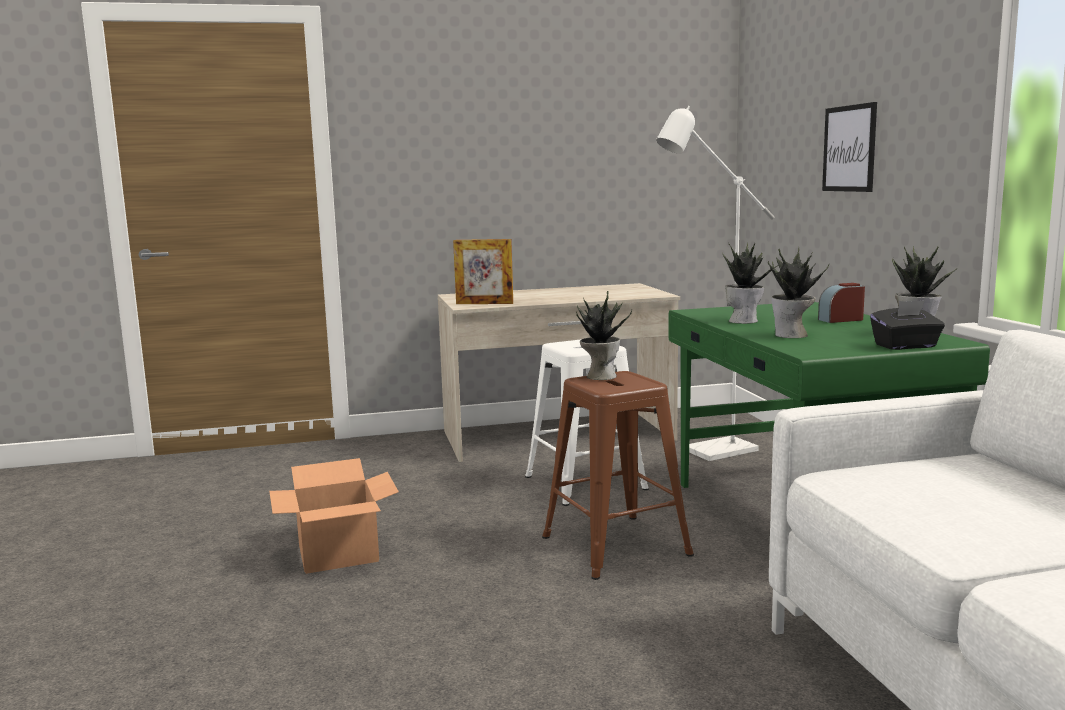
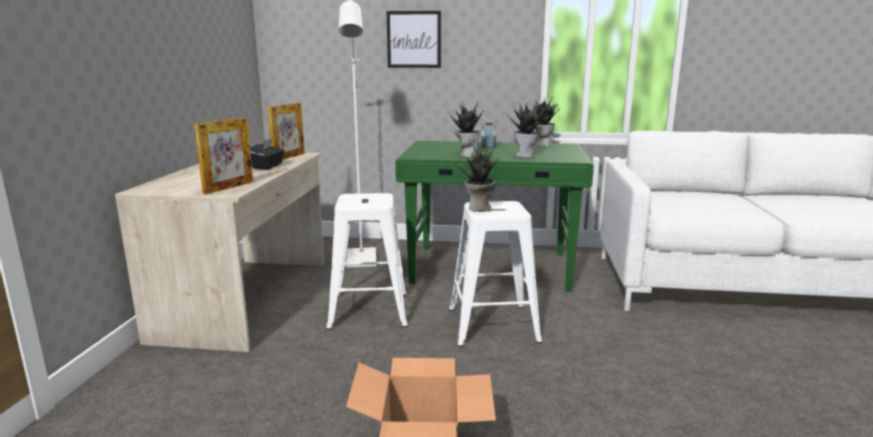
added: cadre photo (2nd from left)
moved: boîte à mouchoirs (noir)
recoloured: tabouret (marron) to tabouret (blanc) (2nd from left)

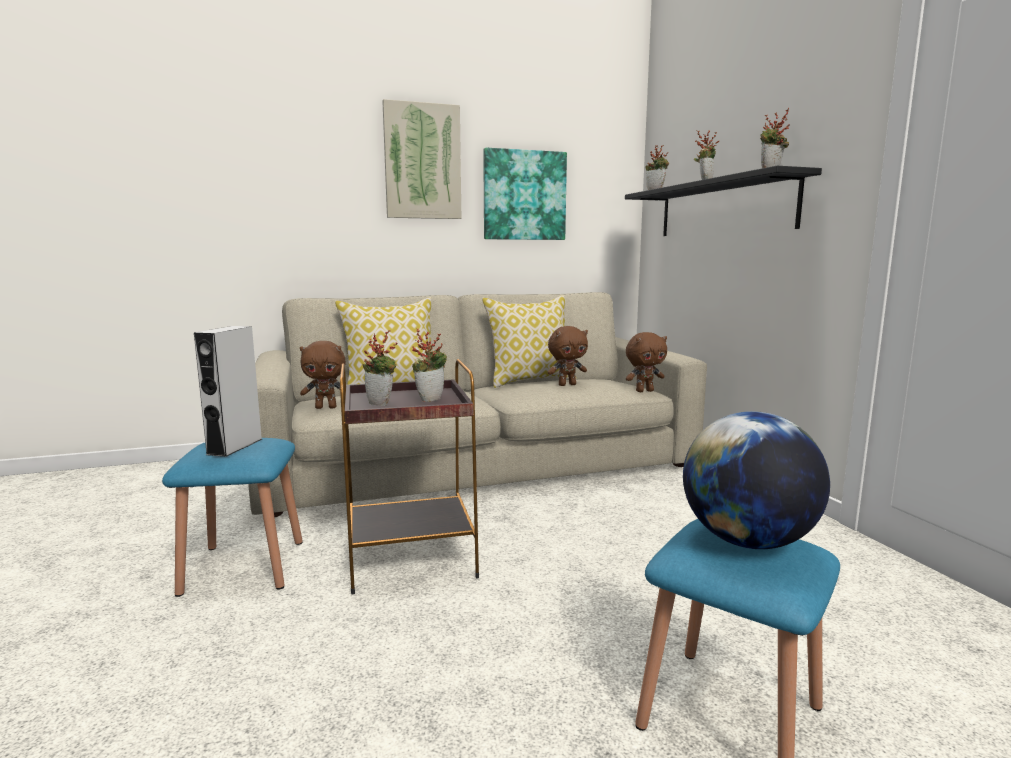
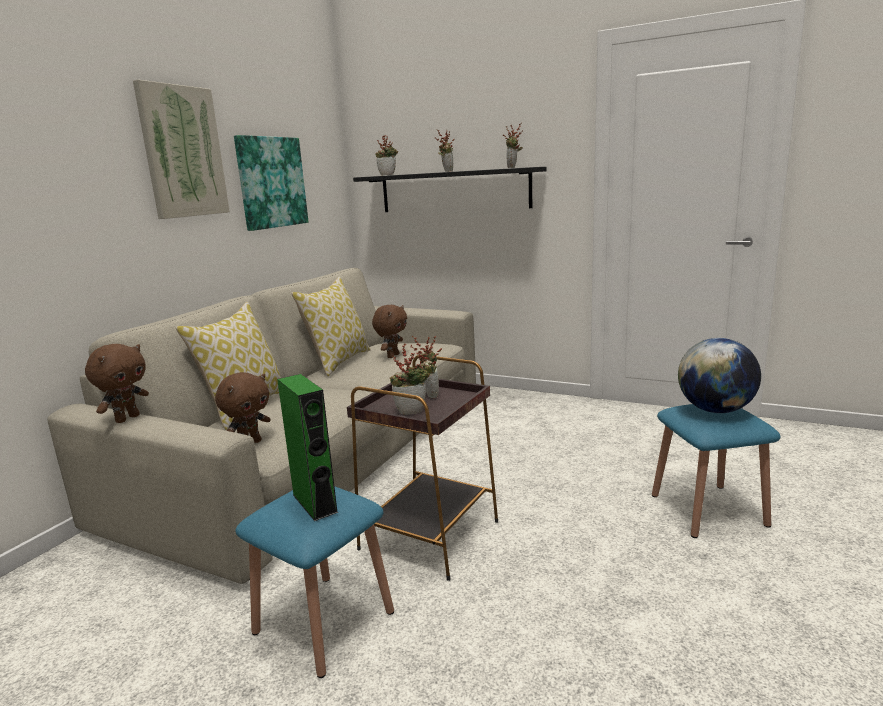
moved: peluche (marron) (3rd from left in the first image) to peluche (marron) (1st from left)
recoloured: enceinte (gris) to enceinte (vert)

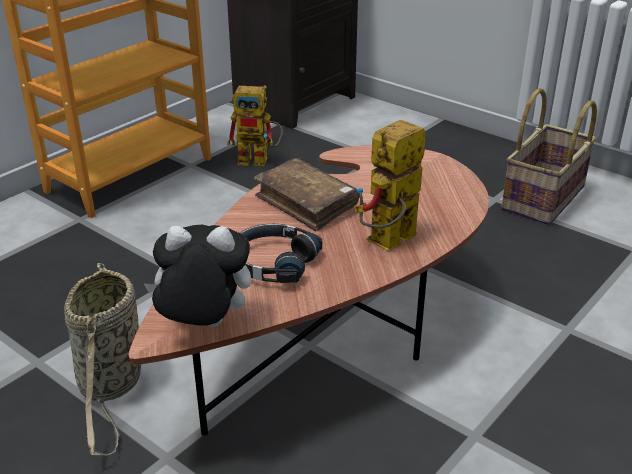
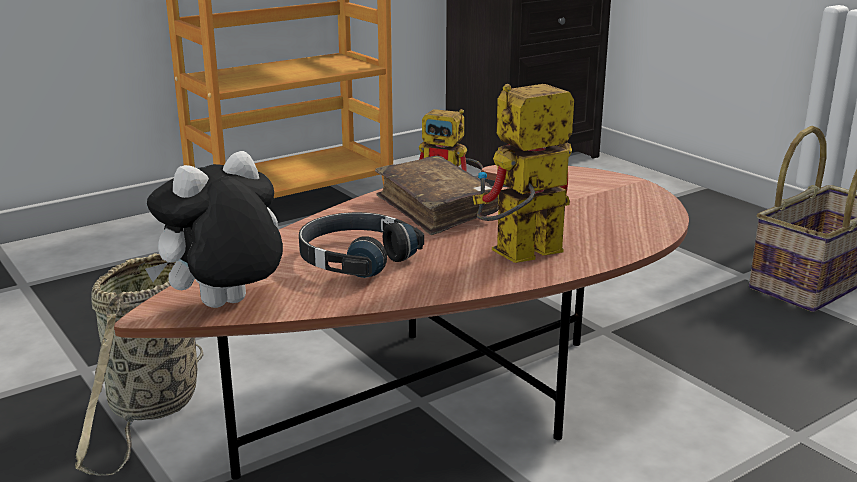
turned: peluche 60 degrees counterclockwise

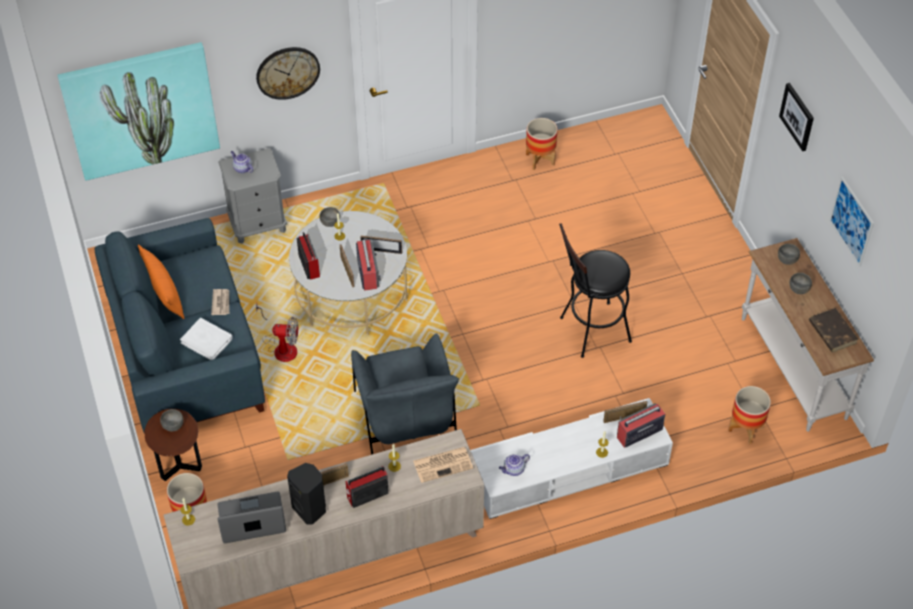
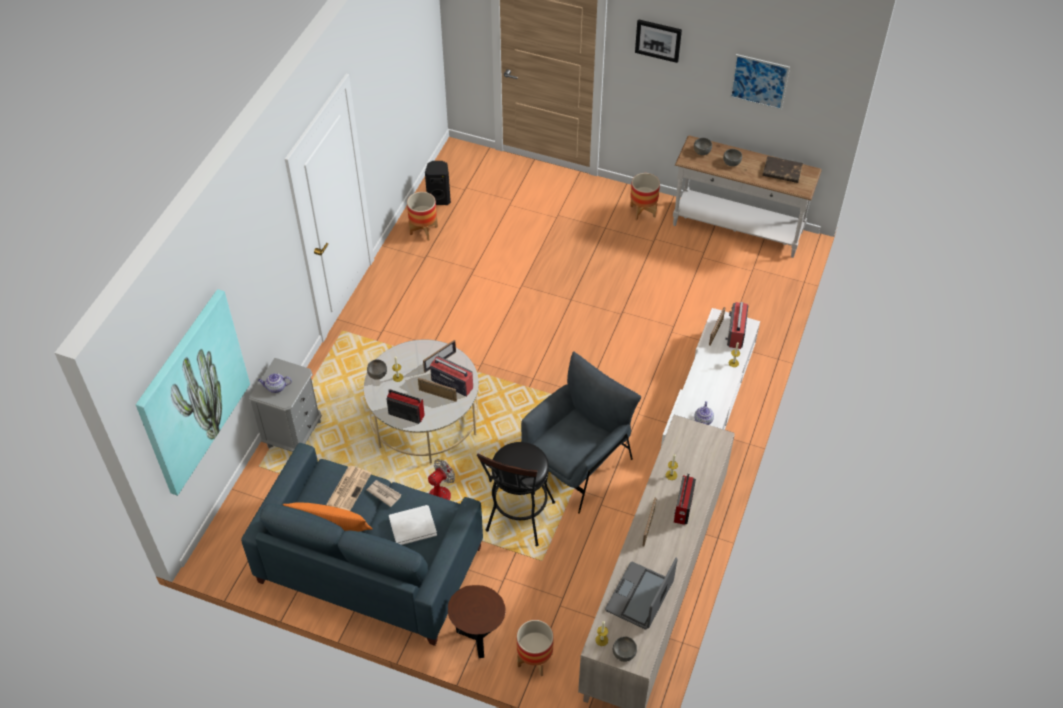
removed: horloge murale
moved: journal (2nd from left in the first image) to journal (1st from left); enceinte (noir); tabouret (noir); bol (gris) (1st from left in the first image) to bol (gris) (2nd from left); cache-pot (3rd from left)
turned: fauteuil (gris) 75 degrees counterclockwise

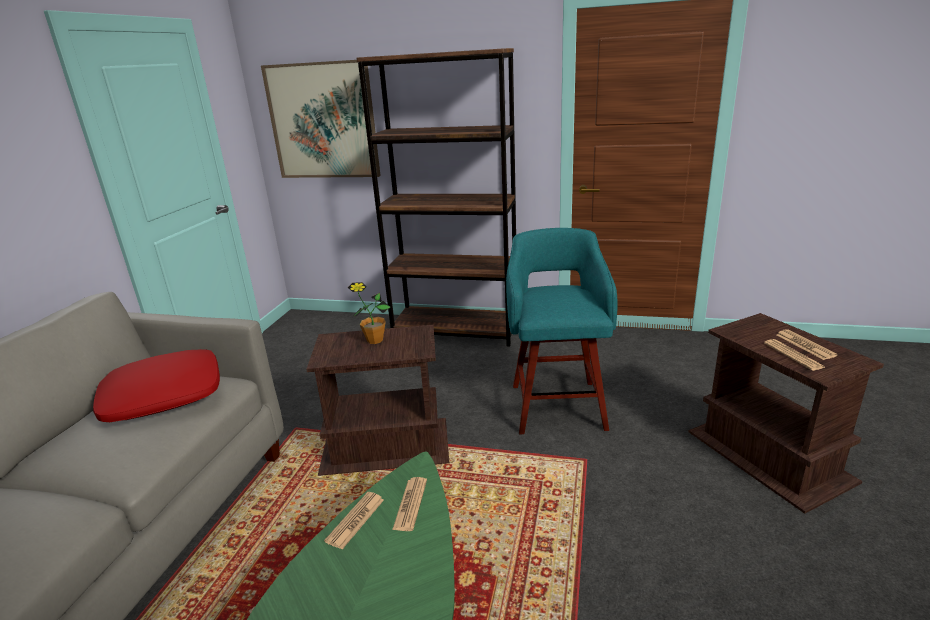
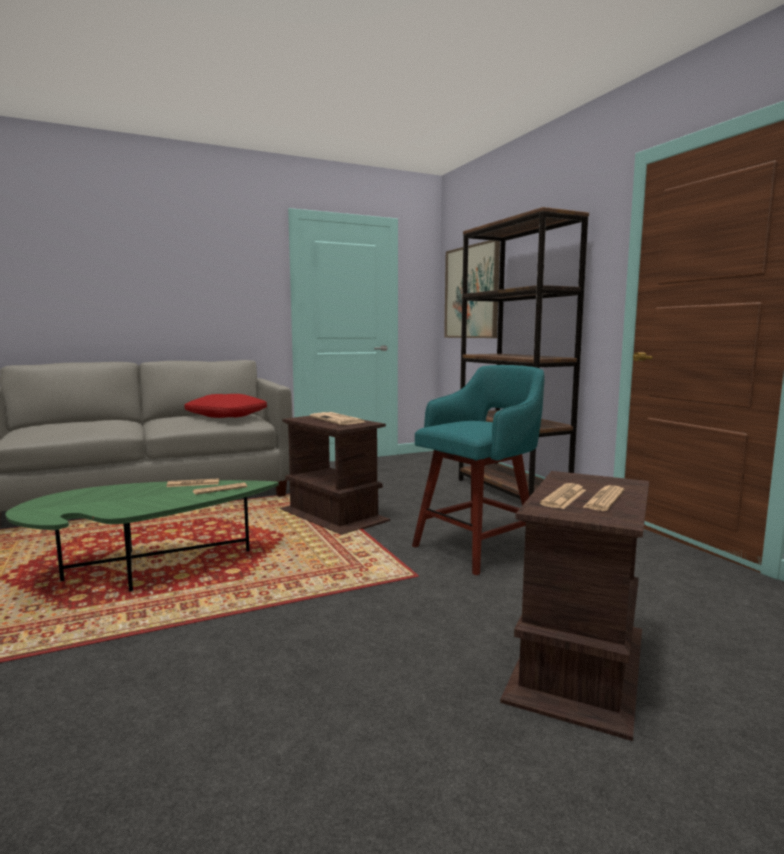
replaced: plante en pot to journal (3rd from left)

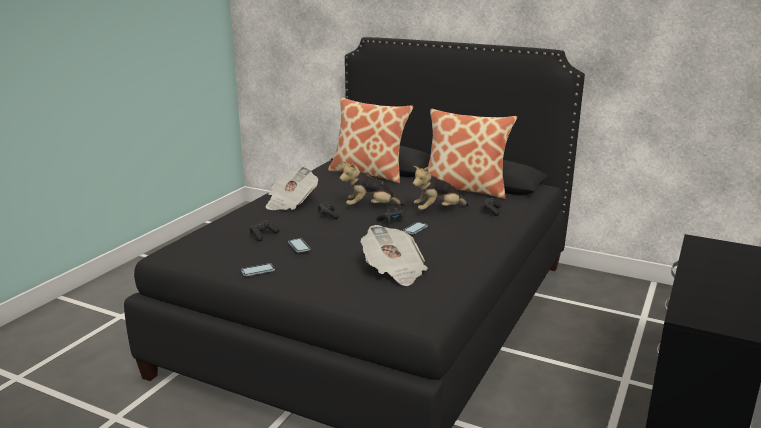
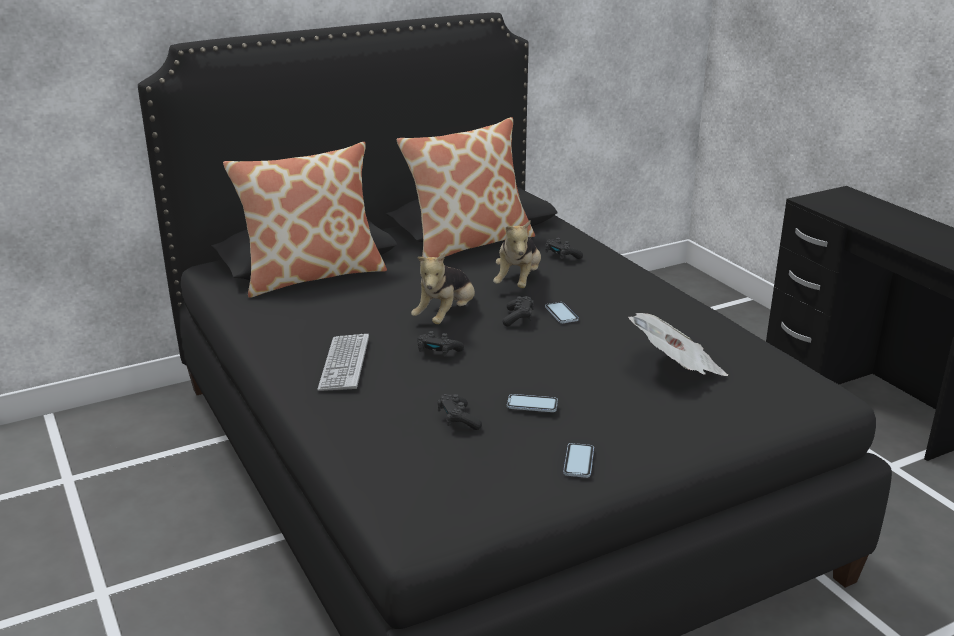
replaced: journal (1st from left) to clavier

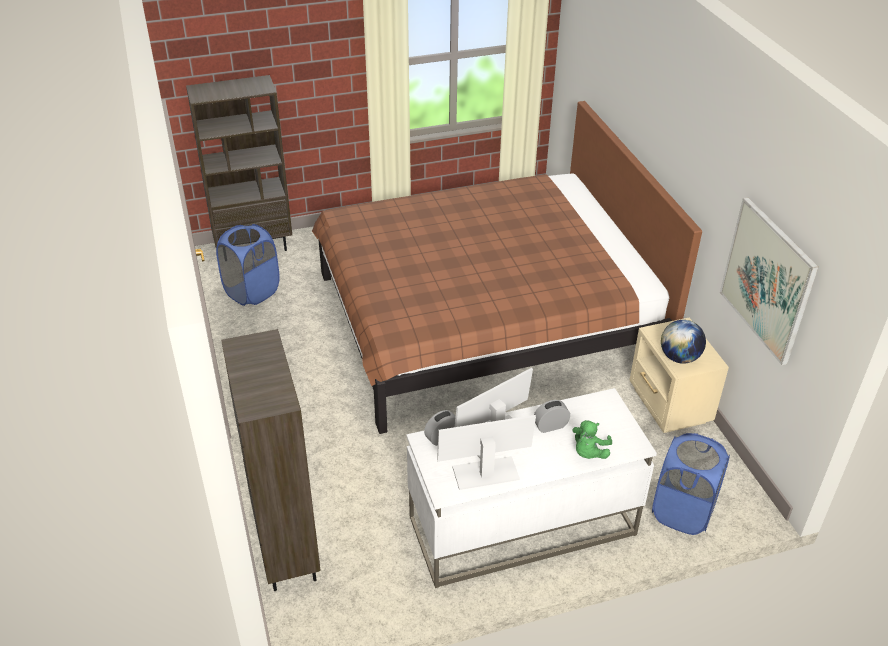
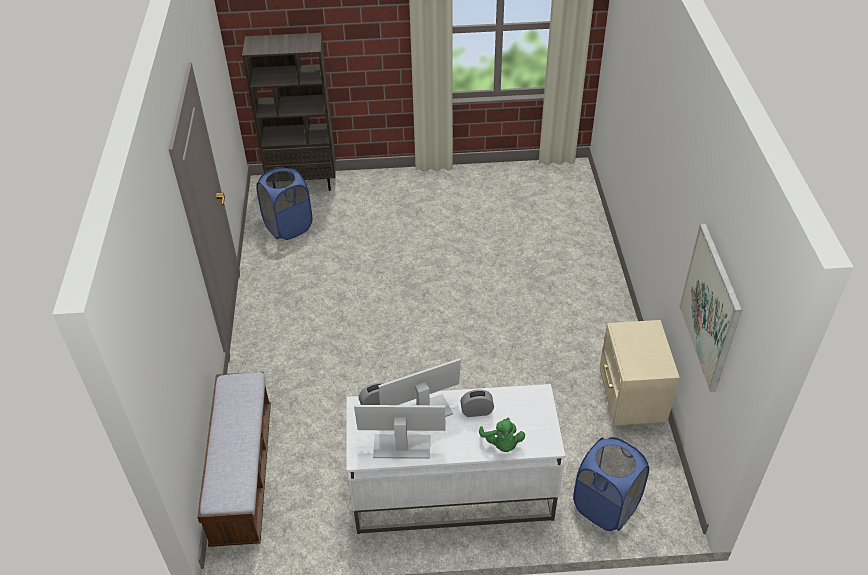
removed: lit (marron); globe
replaced: bibliothèque (marron) (2nd from left) to banc
turned: peluche (vert) 60 degrees counterclockwise

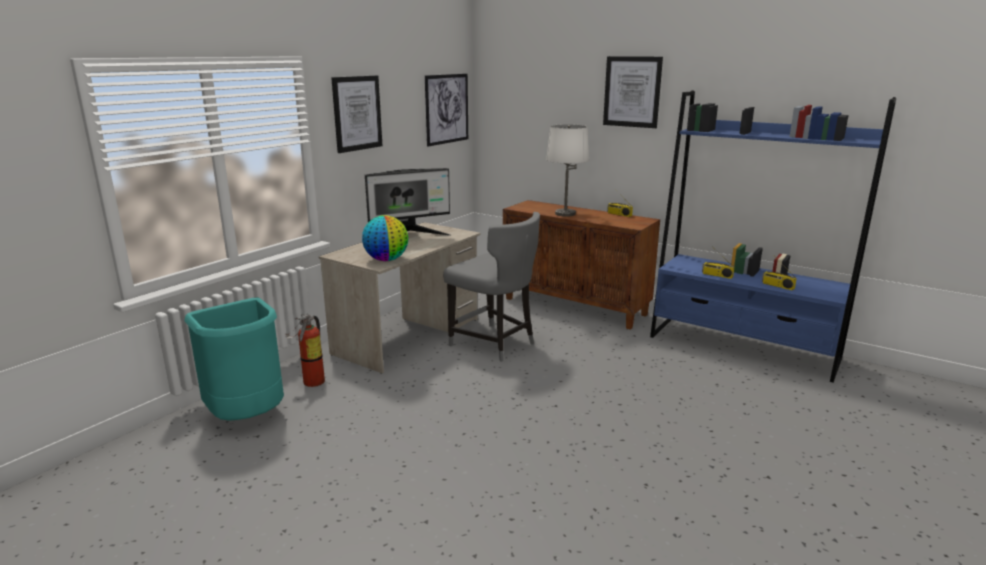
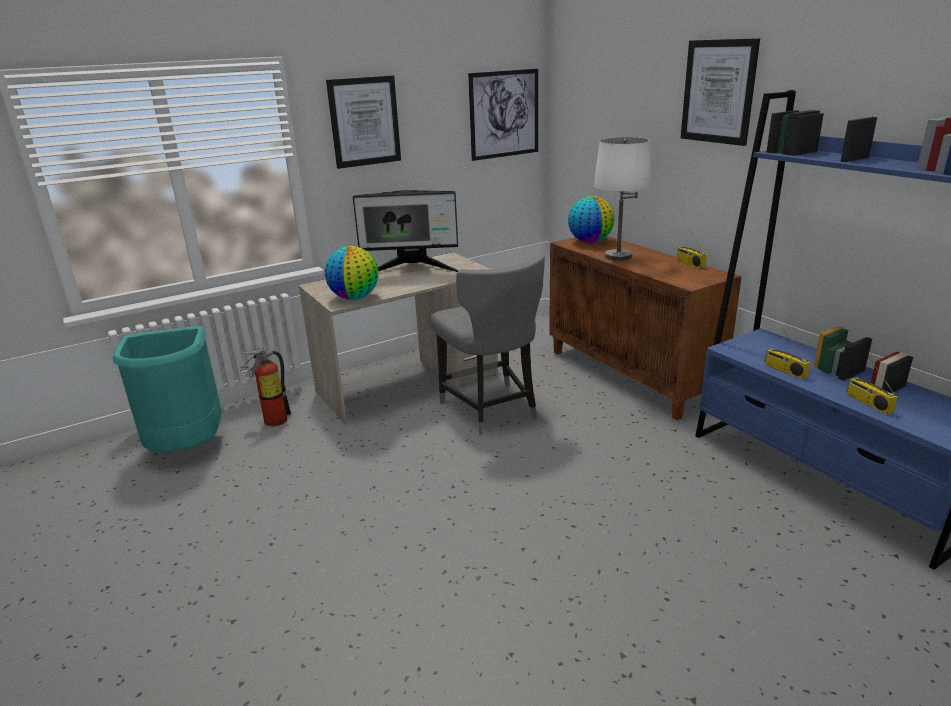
added: globe (2nd from left)

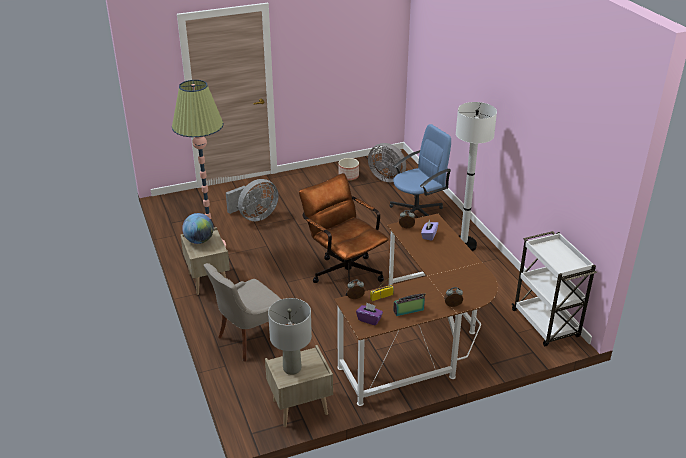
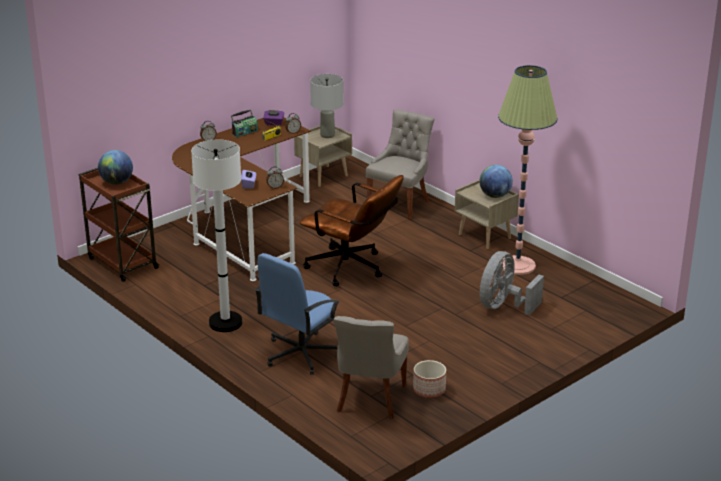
added: globe (1st from left)
replaced: ventilateur (gris) (2nd from left) to chaise (gris) (1st from left)
recoloured: chariot (blanc) to chariot (marron)

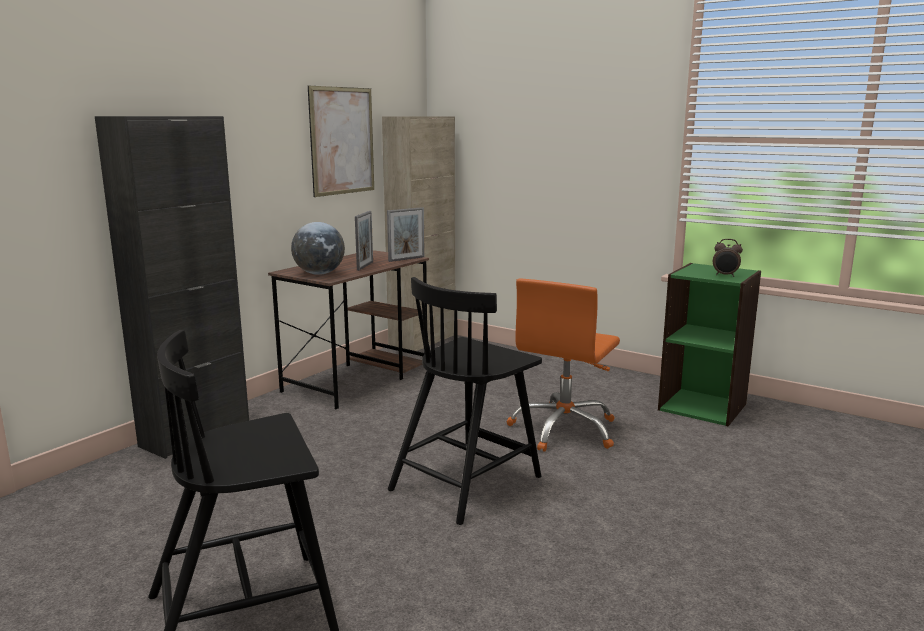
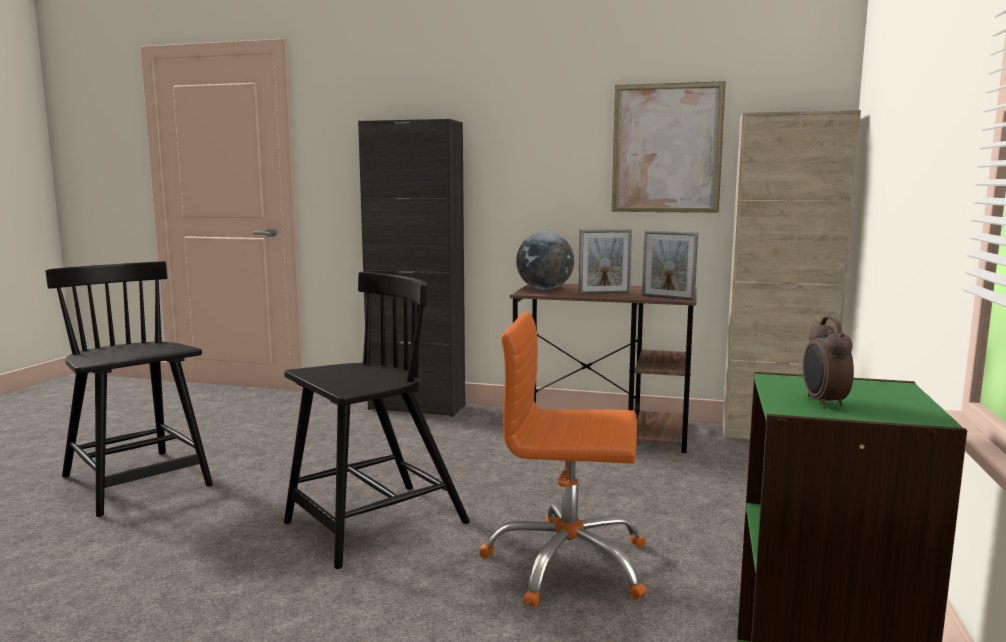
turned: chaise (noir) (2nd from left) 120 degrees clockwise

